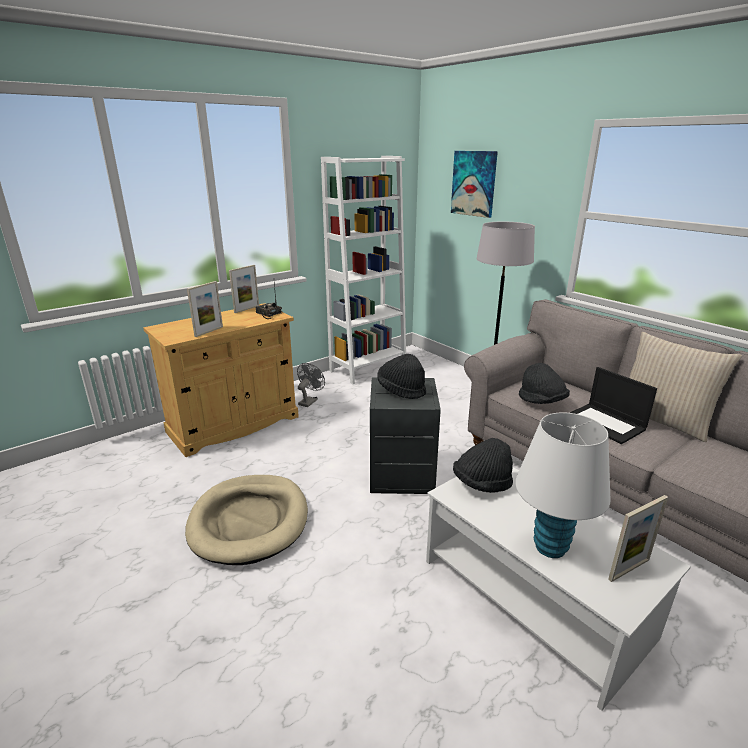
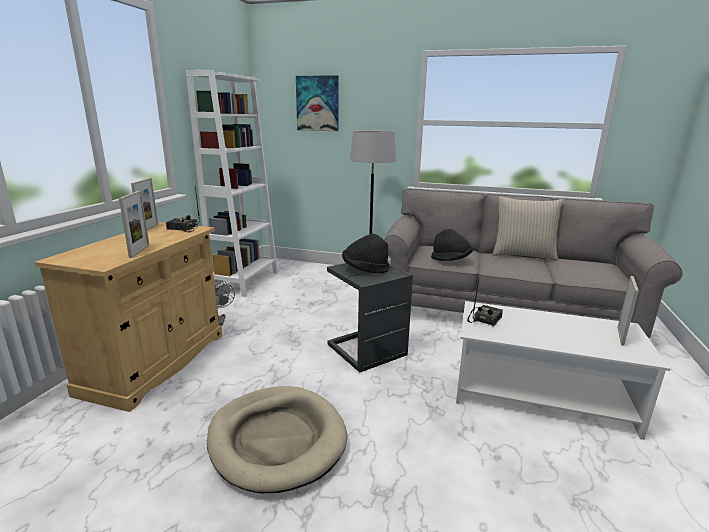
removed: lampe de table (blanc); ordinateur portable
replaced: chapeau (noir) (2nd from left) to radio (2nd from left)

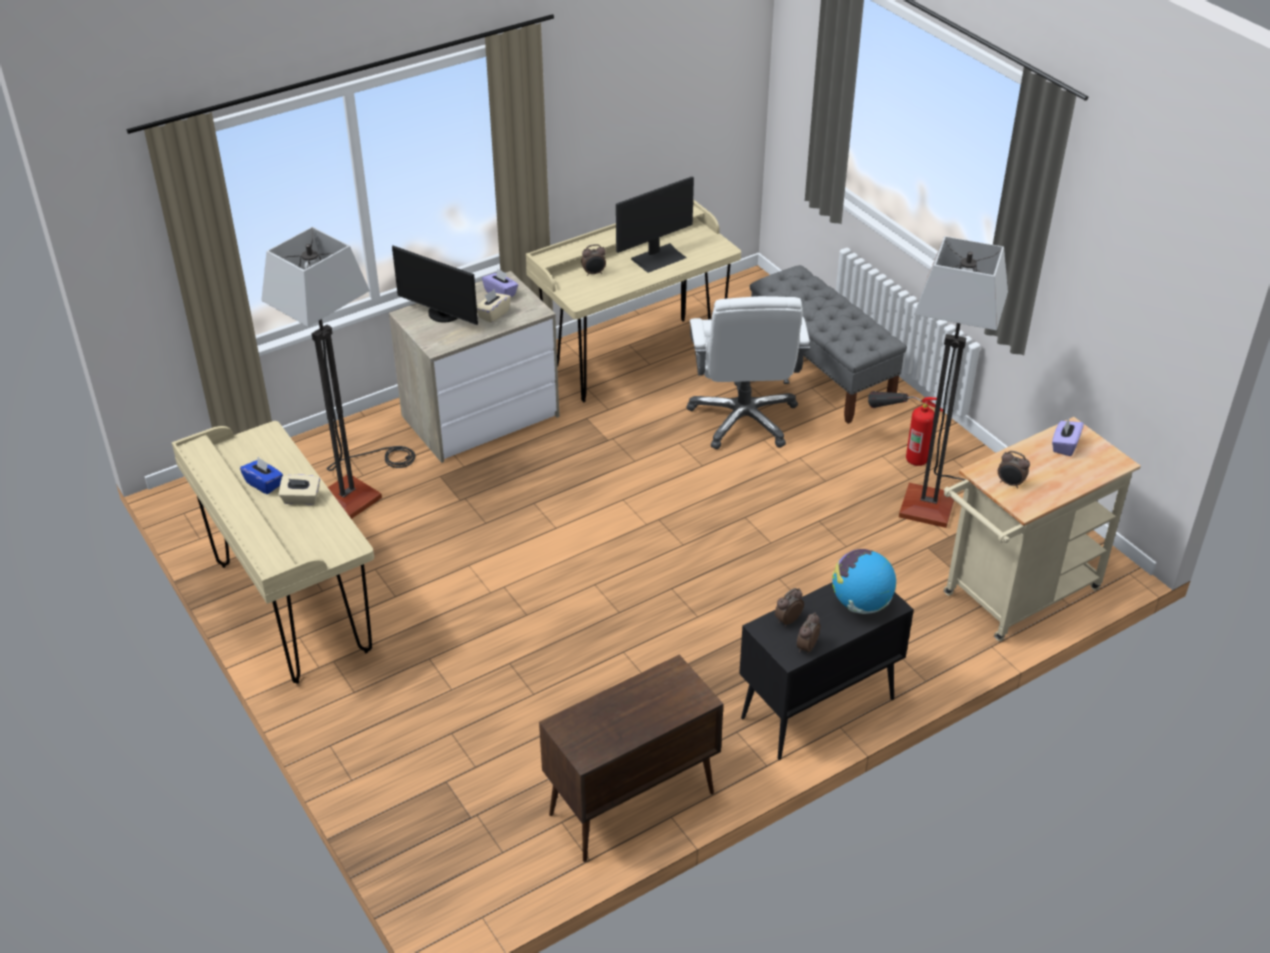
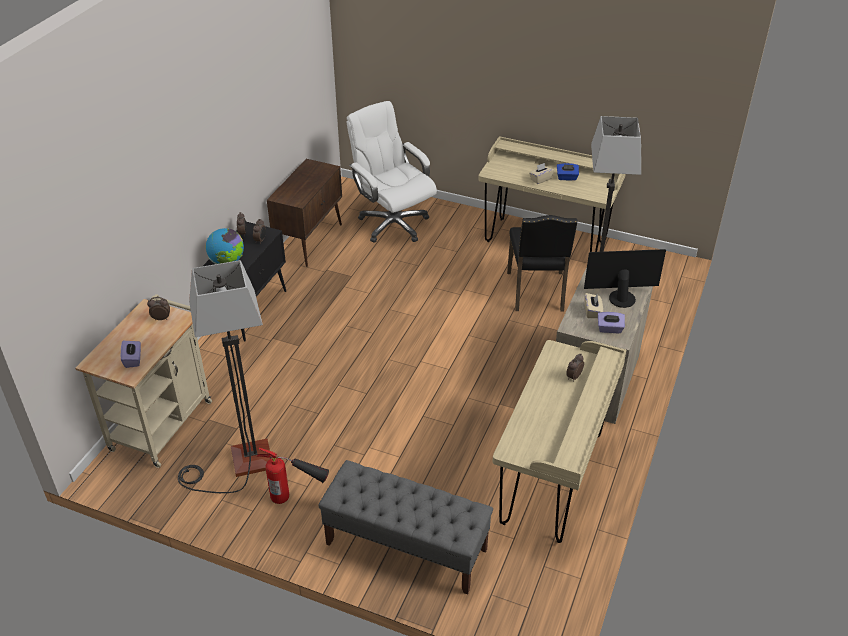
removed: écran d'ordinateur (2nd from left)
added: chaise (noir)
moved: chaise de bureau (blanc)

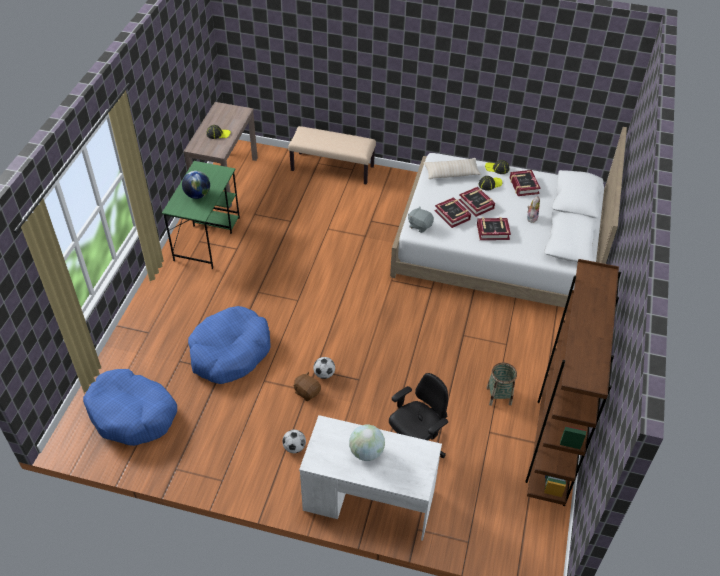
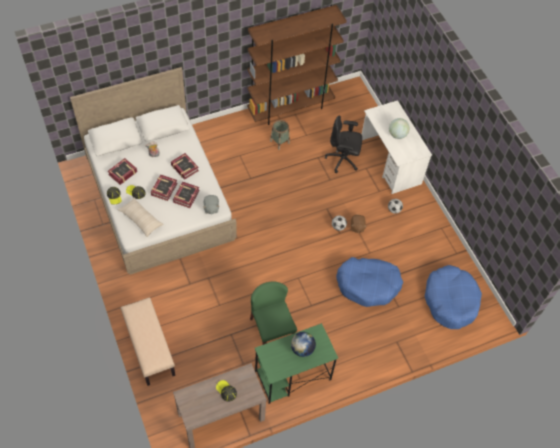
added: chaise (vert)

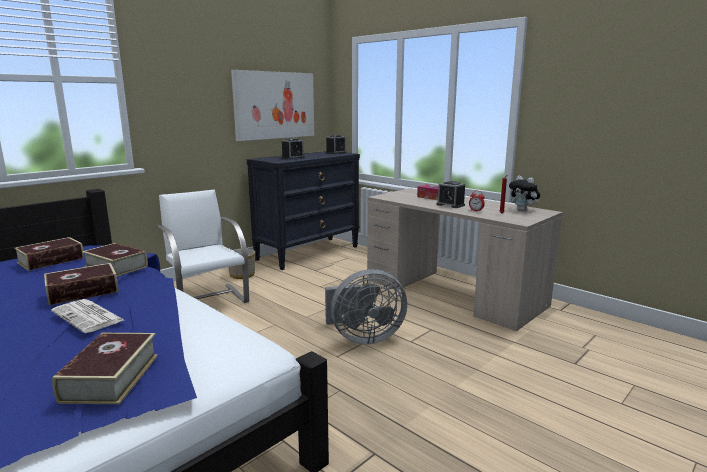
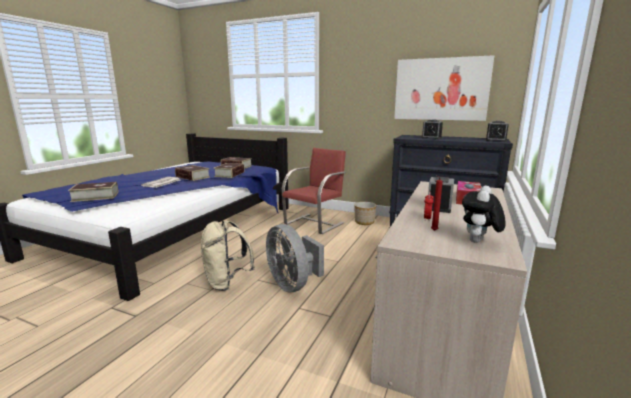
added: sac à dos (beige)
recoloured: chaise (blanc) to chaise (rouge)

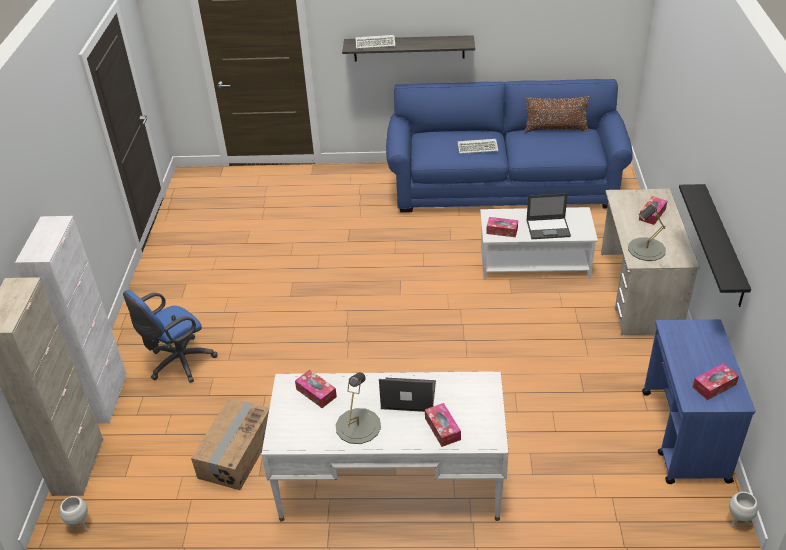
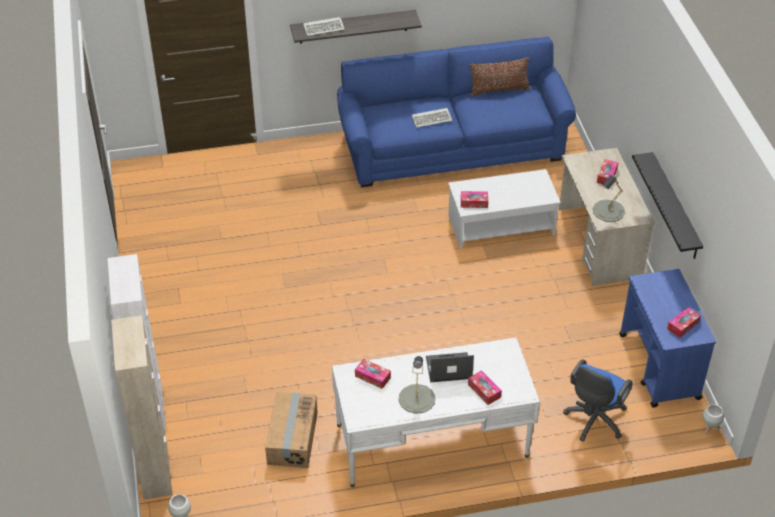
removed: ordinateur portable (2nd from left)
moved: chaise de bureau (bleu)

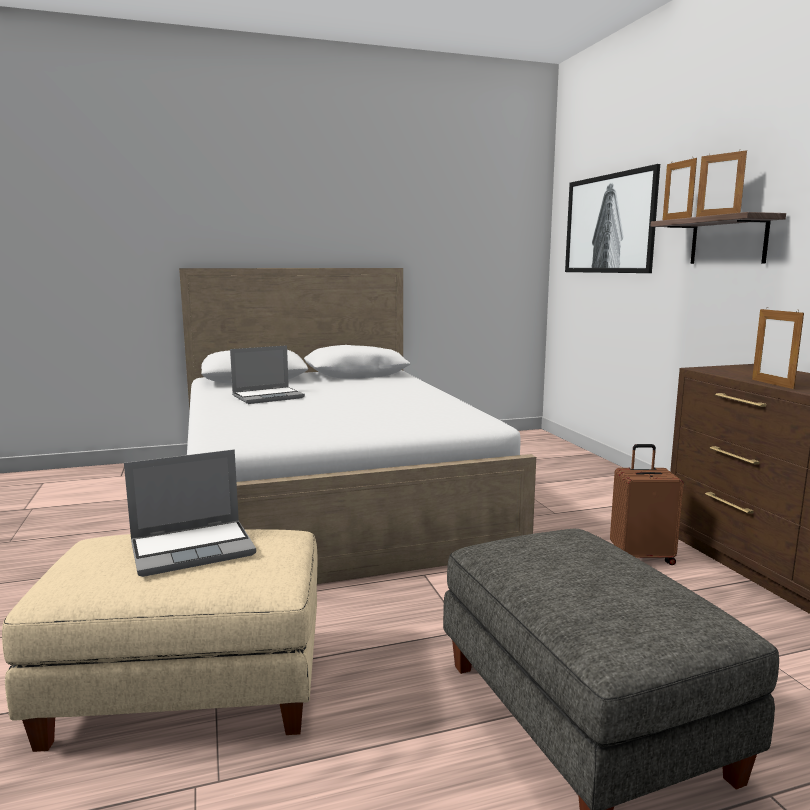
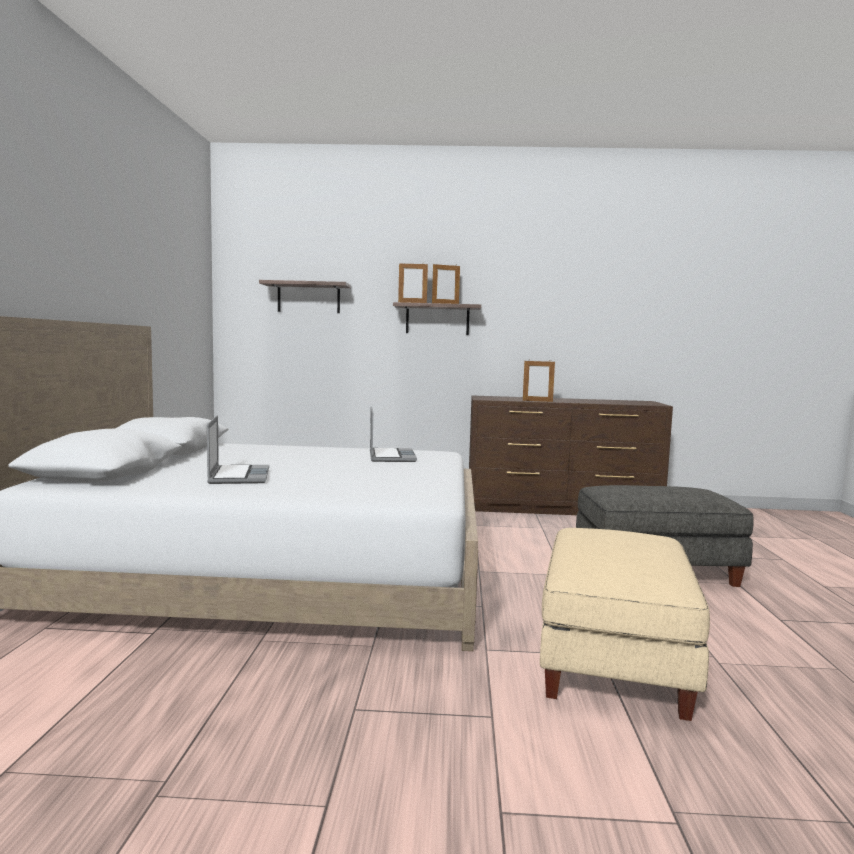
removed: valise (marron)
moved: ordinateur portable (1st from left in the first image) to ordinateur portable (2nd from left)
replaced: tableau to étagère (1st from left)

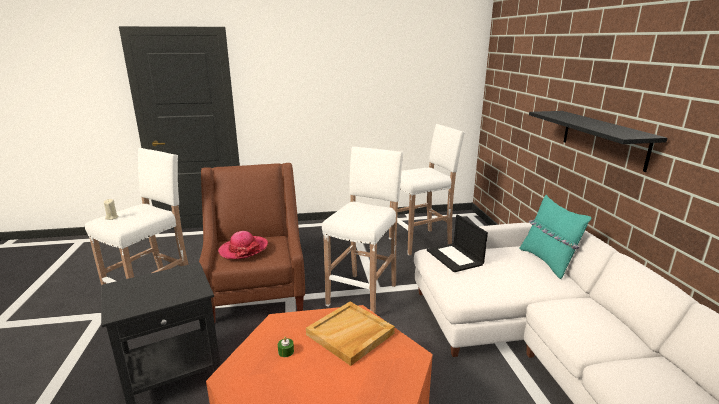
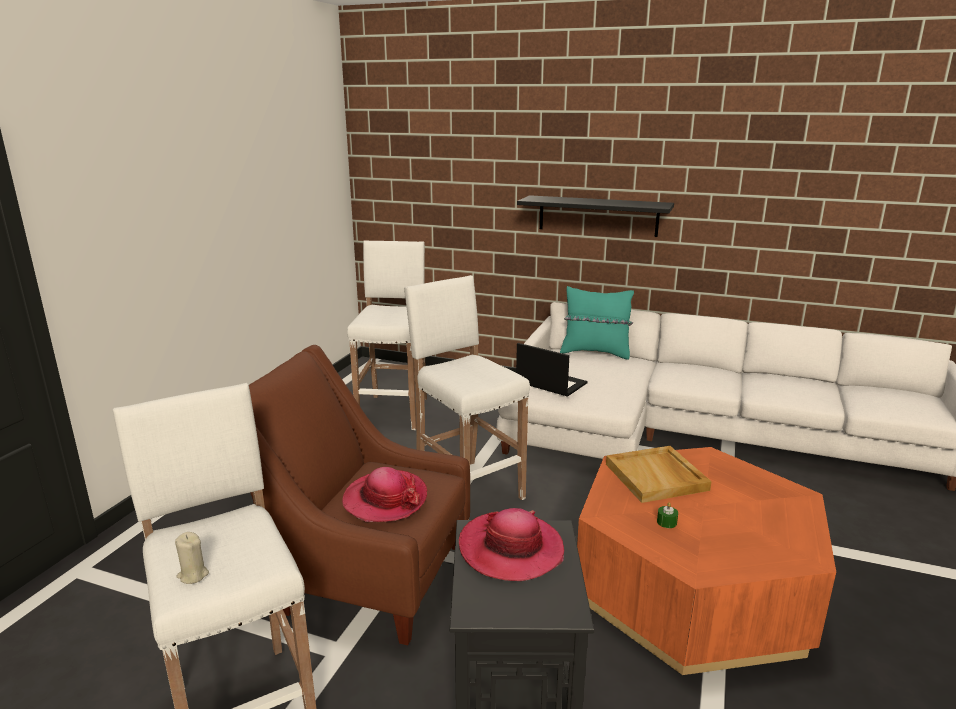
added: chapeau (2nd from left)
turned: ordinateur portable 150 degrees counterclockwise

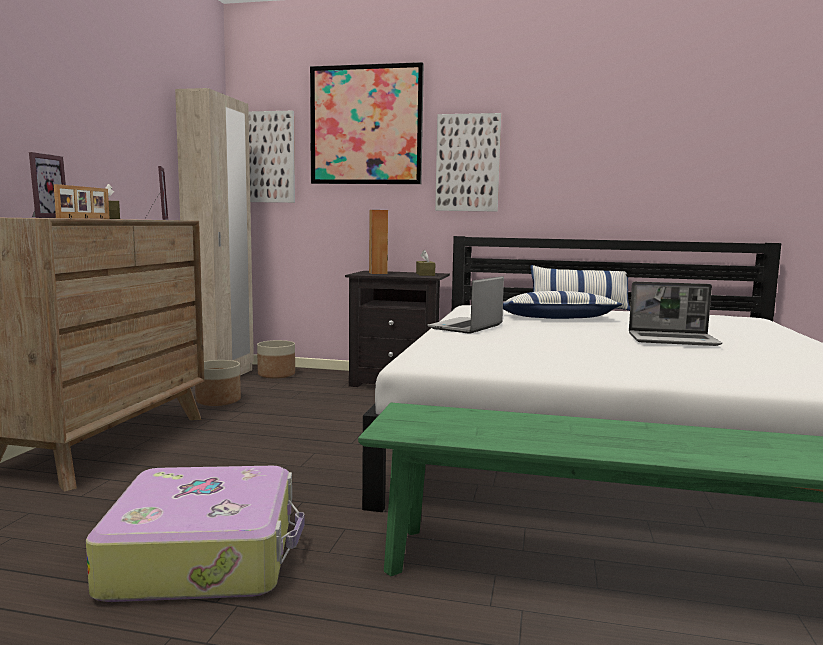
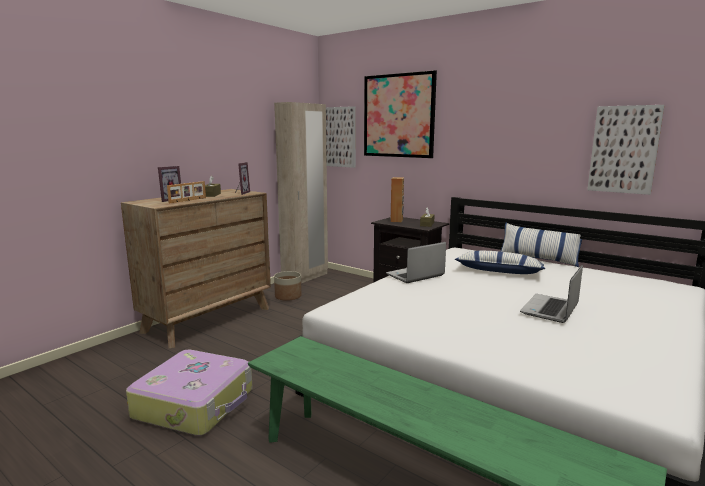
removed: cache-pot (2nd from left)
moved: tableau (3rd from left)
turned: ordinateur portable (2nd from left) 90 degrees clockwise

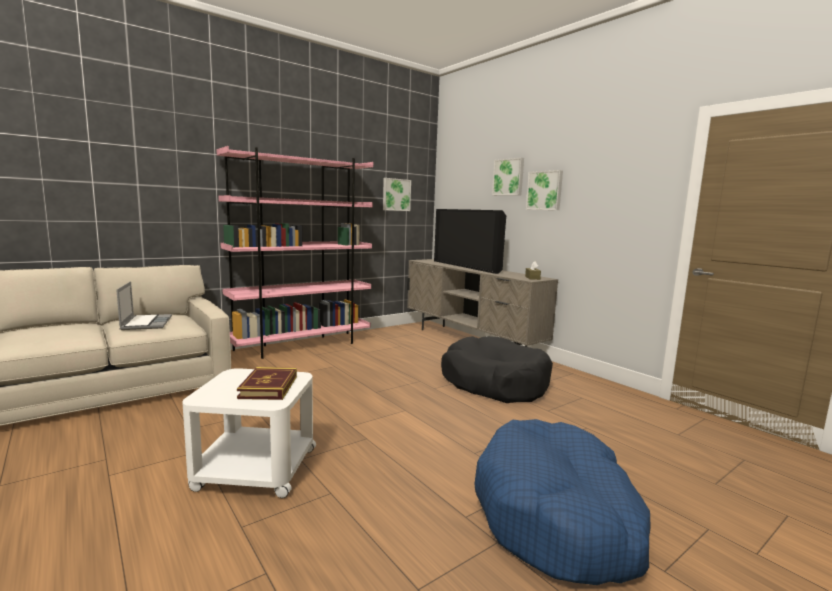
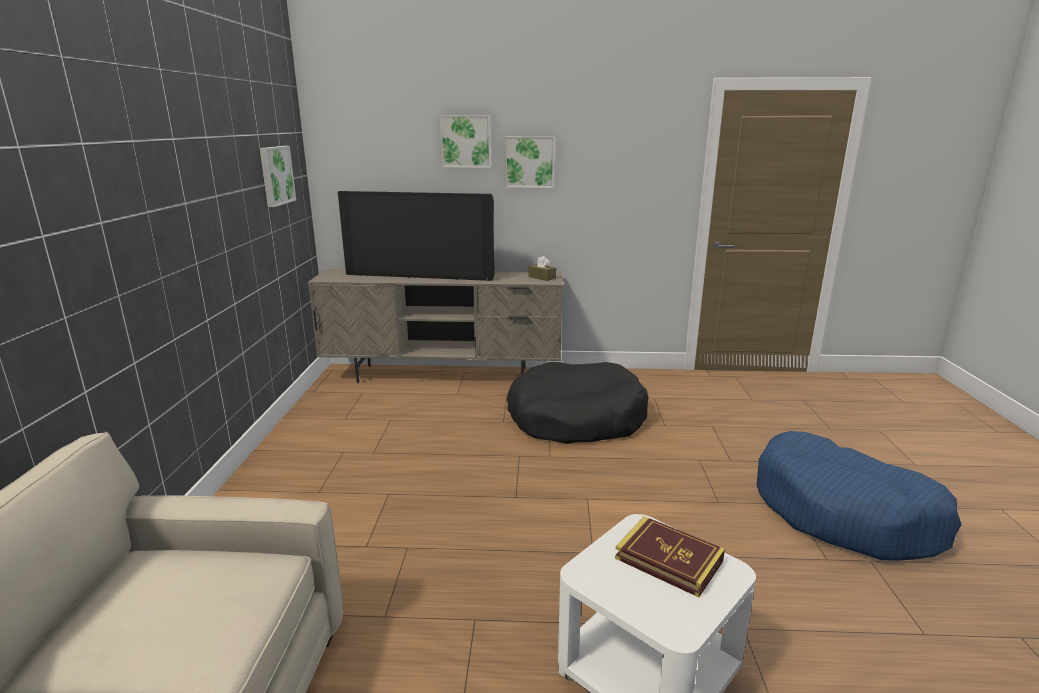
removed: ordinateur portable; bibliothèque (rose)

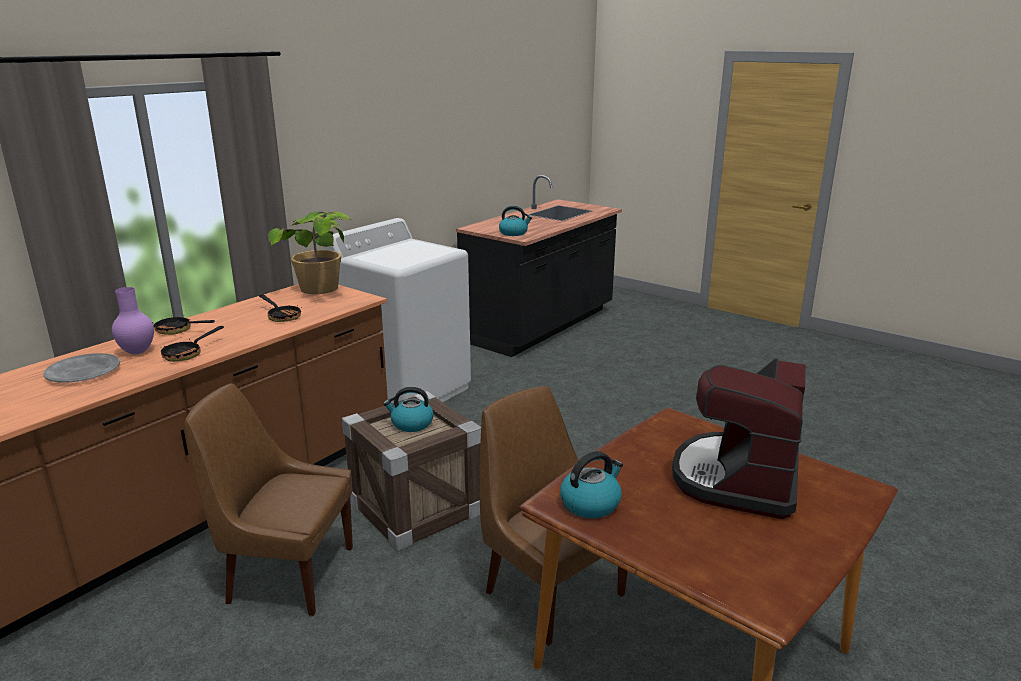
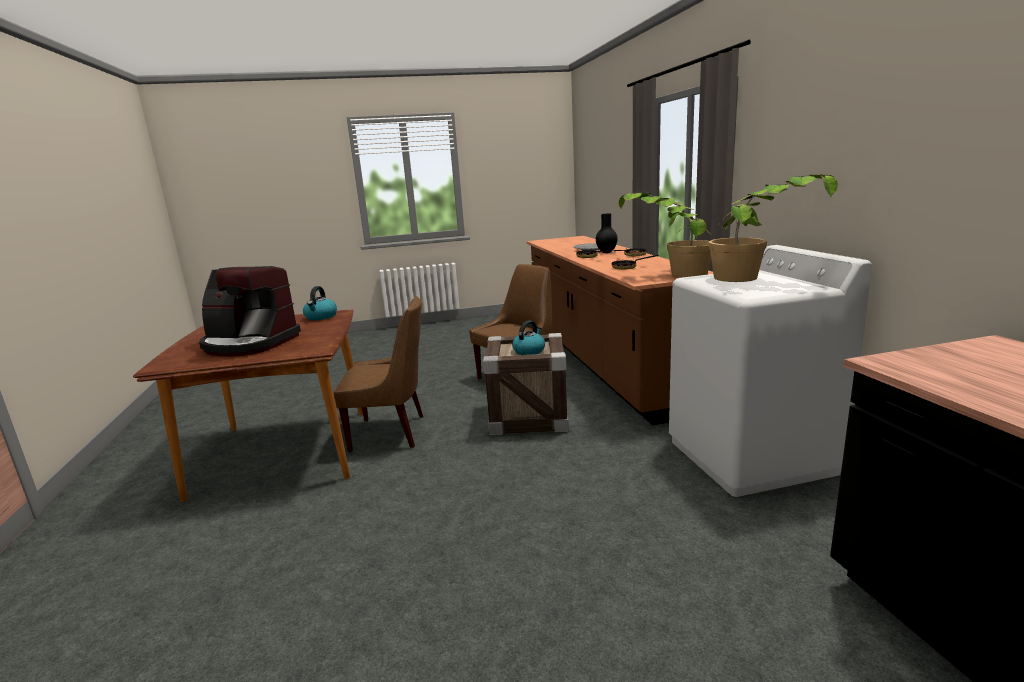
removed: bouilloire (2nd from left)
added: plante en pot (2nd from left)
recoloured: vase (violet) to vase (noir)
turned: machine à café 135 degrees clockwise

